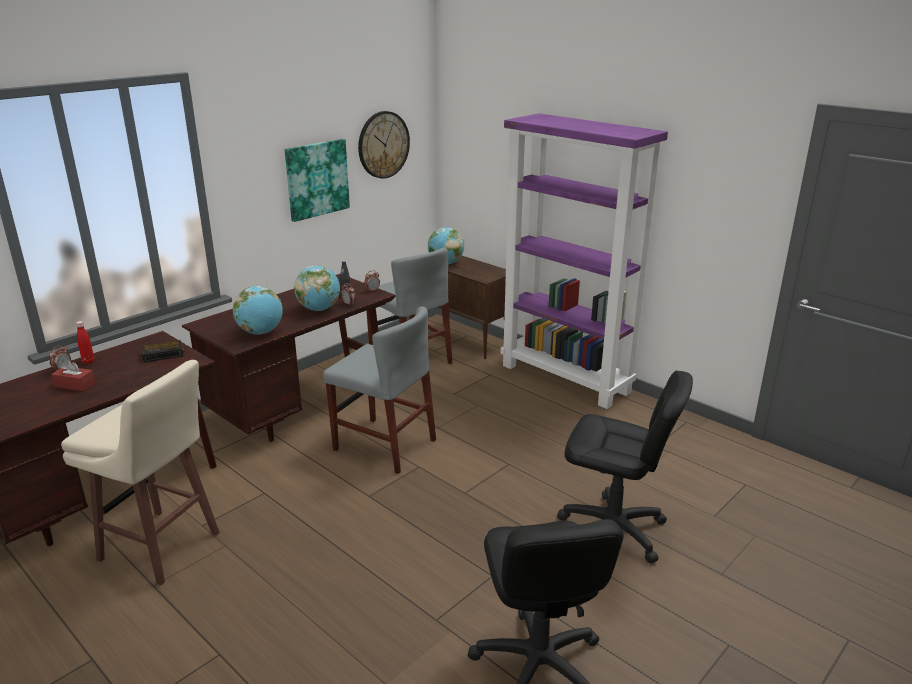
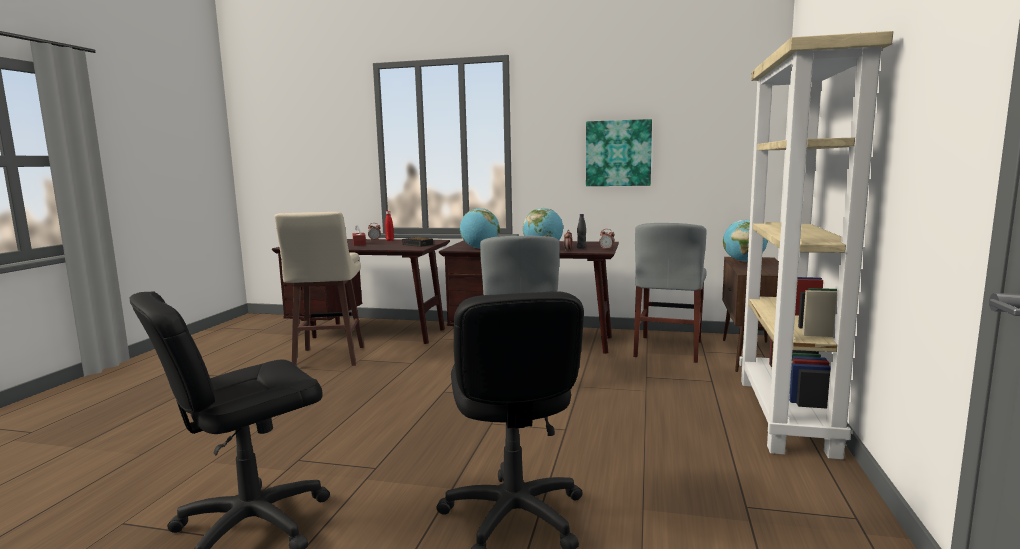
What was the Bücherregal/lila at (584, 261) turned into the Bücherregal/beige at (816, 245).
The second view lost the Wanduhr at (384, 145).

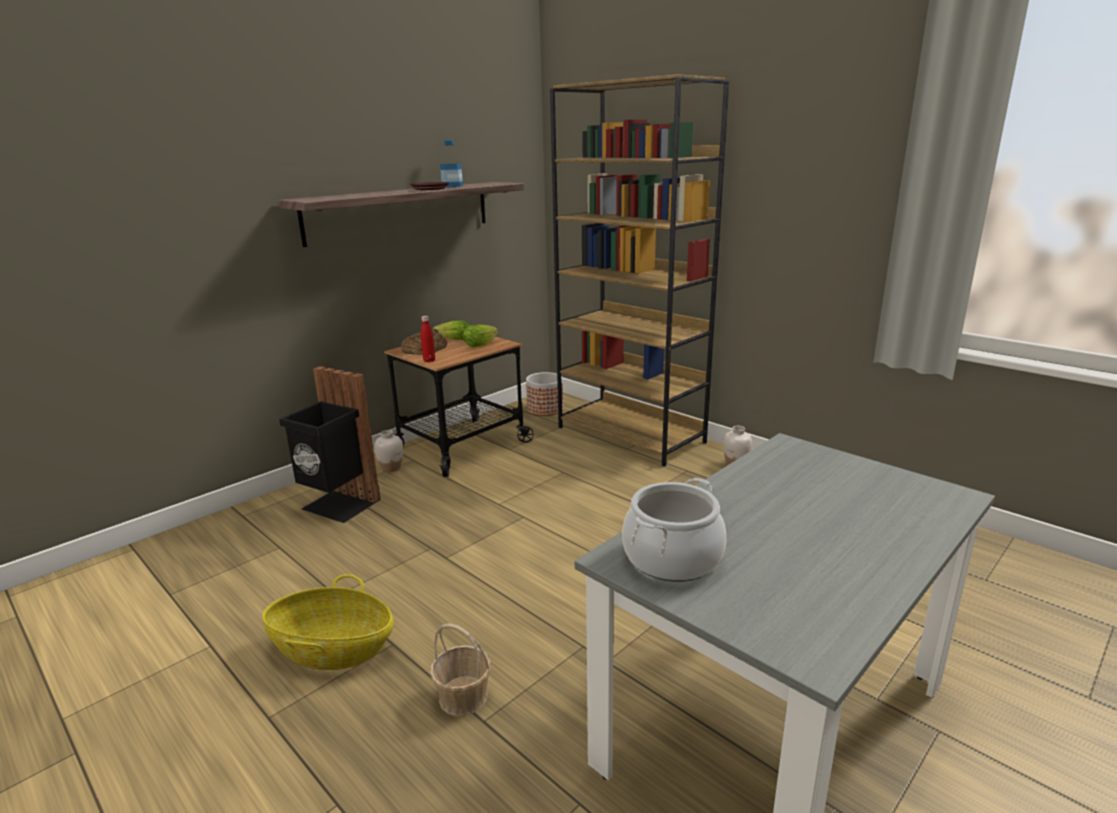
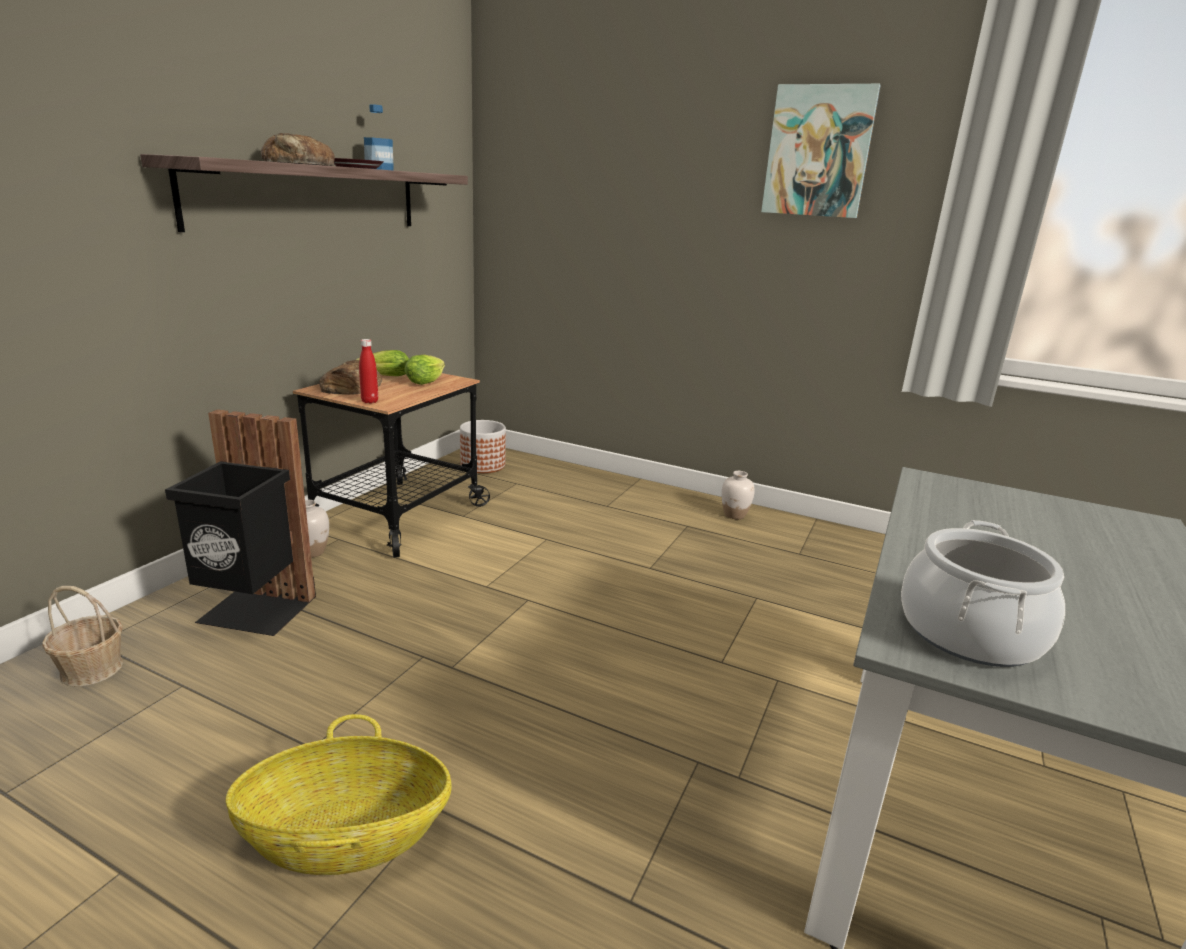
The Korb ended up elsewhere, having gone from (460, 669) to (82, 636).
The second view gained the Brot at (298, 149).
The second view gained the Bild at (821, 151).
The second view lost the Bücherregal/braun at (639, 270).

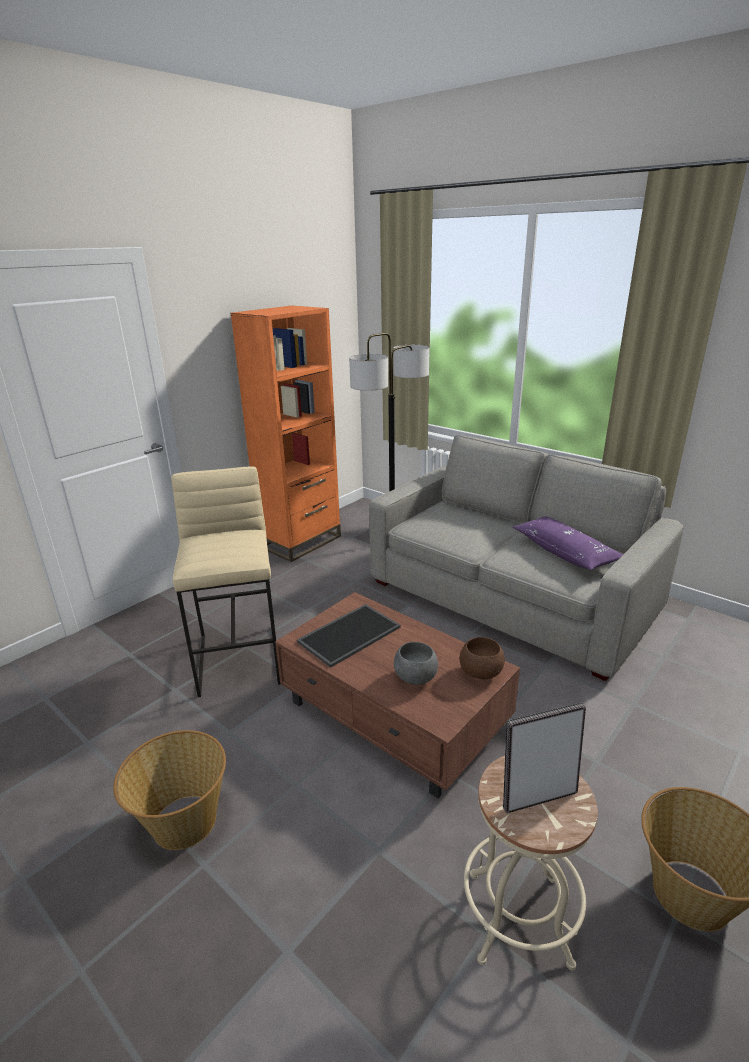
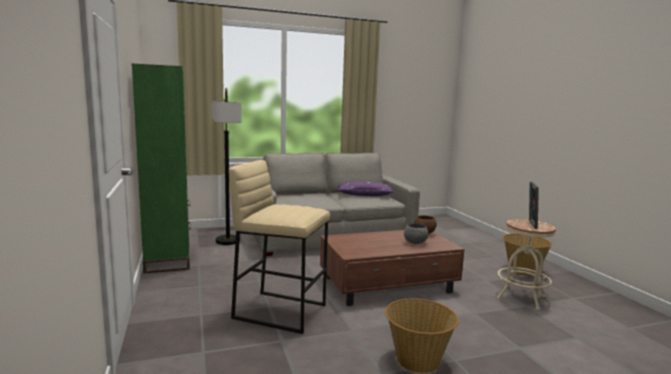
What was the Bücherregal/orange at (286, 434) turned into the Bücherregal/grün at (161, 168).
The second view lost the Tablett at (349, 636).

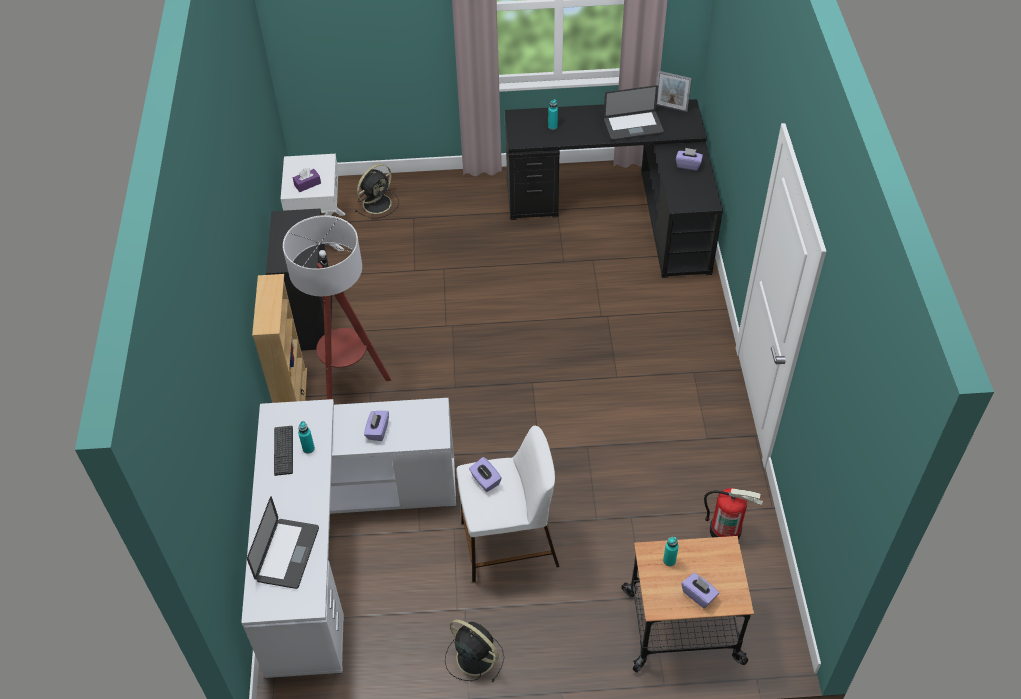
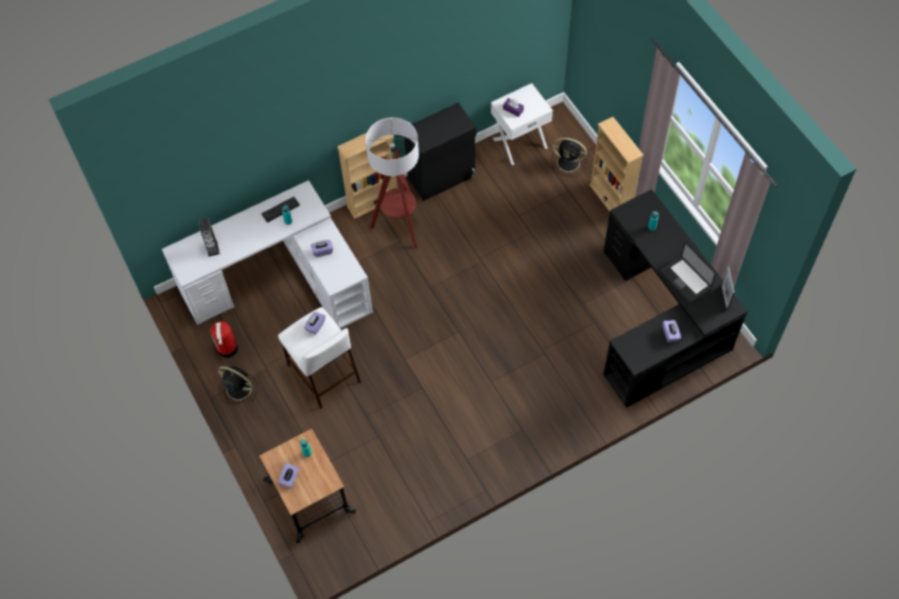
Where the Laptop stood at (283, 542), the Lautsprecher came to stand at (209, 237).
The Feuerlöscher ended up elsewhere, having gone from (733, 513) to (224, 336).
The Ventilator/schwarz at (474, 651) ended up facing another way, 75 degrees counterclockwise from before.
The second view gained the Bücherregal/beige at (617, 164).

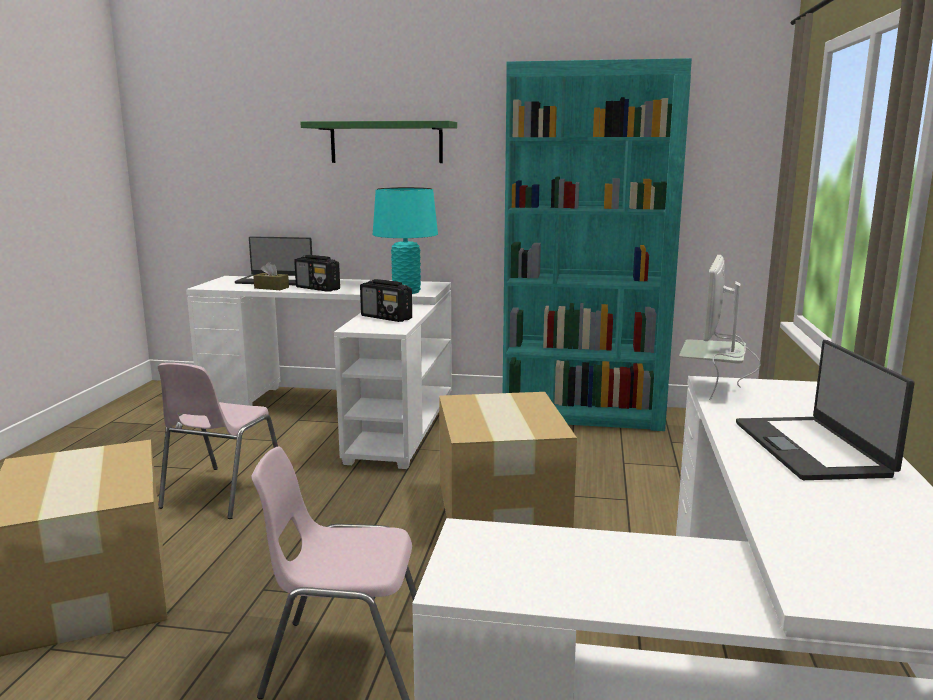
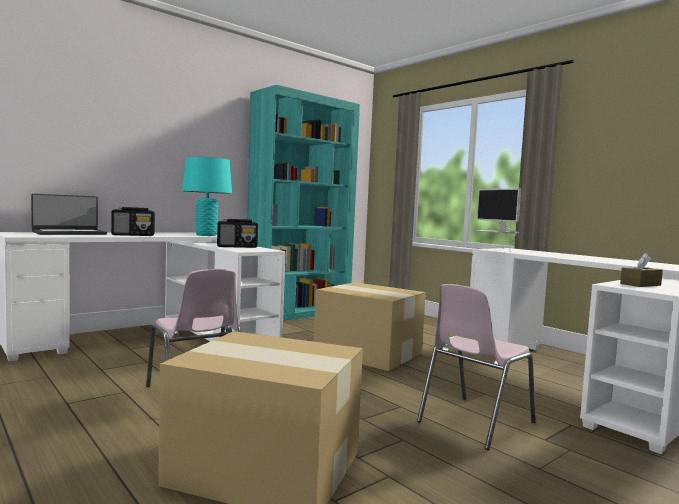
The Taschentuchbox/braun ended up elsewhere, having gone from (271, 276) to (641, 270).
The second view lost the Wandregal/grün at (378, 142).
The second view lost the Laptop at (825, 410).

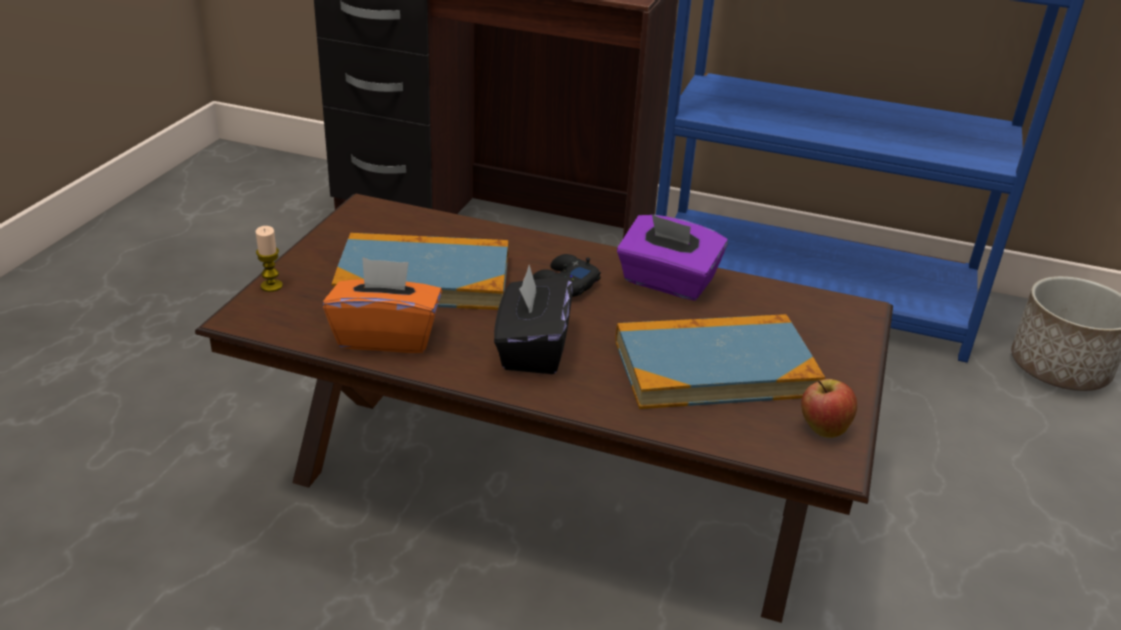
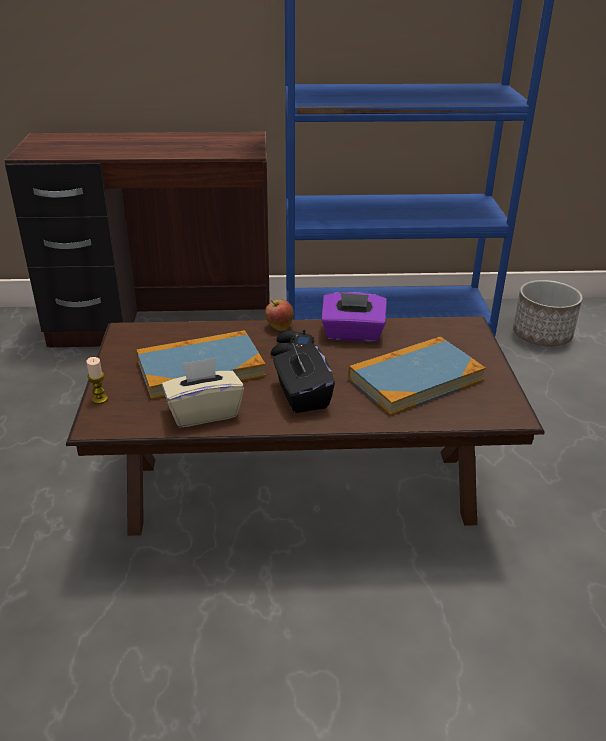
What was the Taschentuchbox/orange at (382, 305) turned into the Taschentuchbox/beige at (203, 392).
The Apfel ended up elsewhere, having gone from (829, 408) to (279, 315).

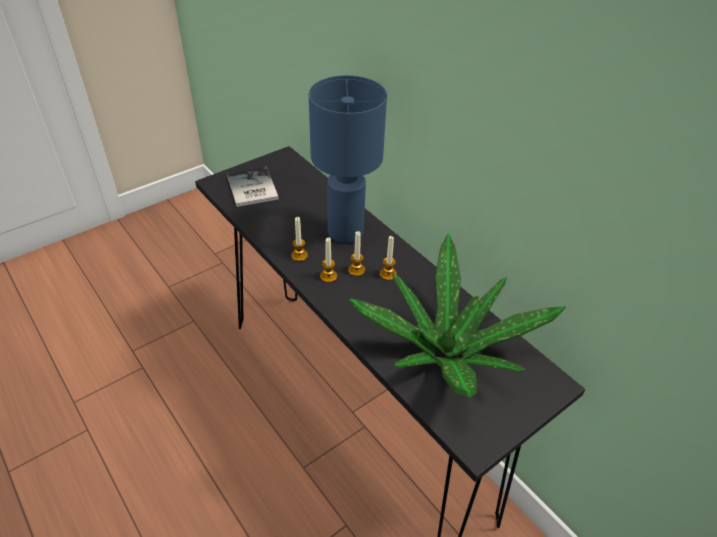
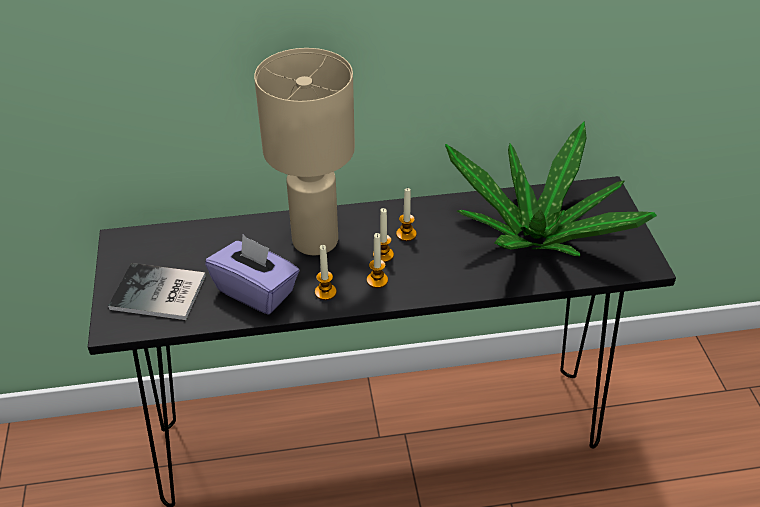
The second view gained the Taschentuchbox/lila at (252, 275).
What was the Tischlampe/blau at (348, 159) turned into the Tischlampe/beige at (304, 151).

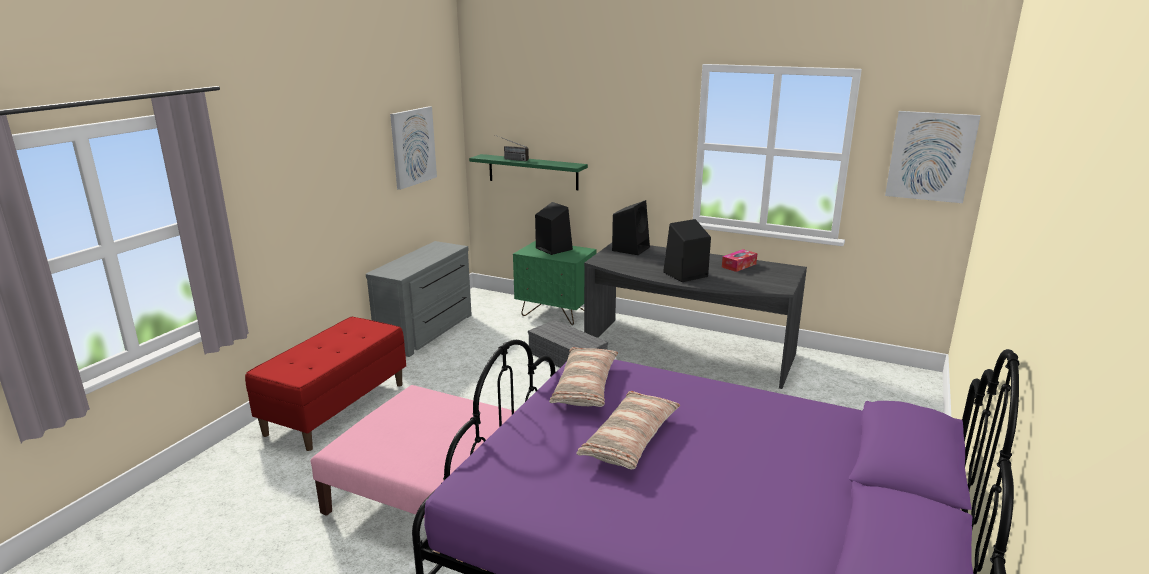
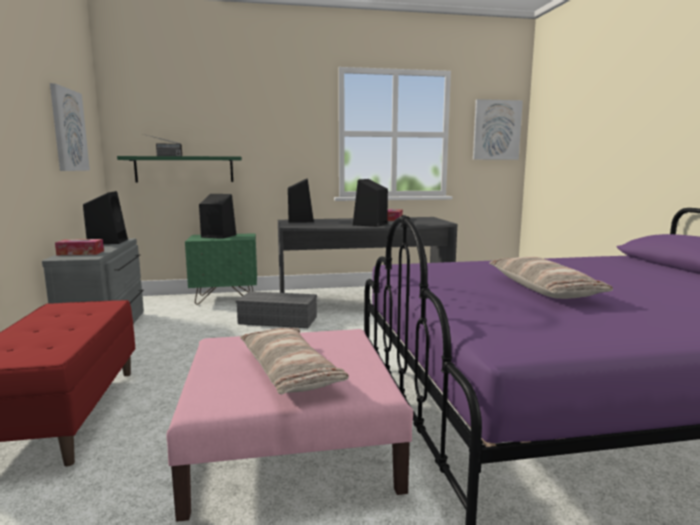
The second view gained the Taschentuchbox at (79, 247).
The second view gained the Lautsprecher/schwarz at (105, 217).
The Kissen ended up elsewhere, having gone from (583, 377) to (294, 361).

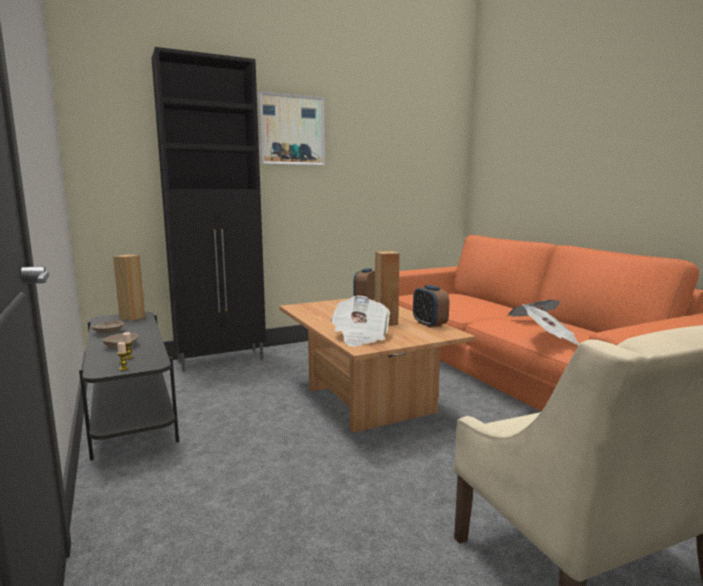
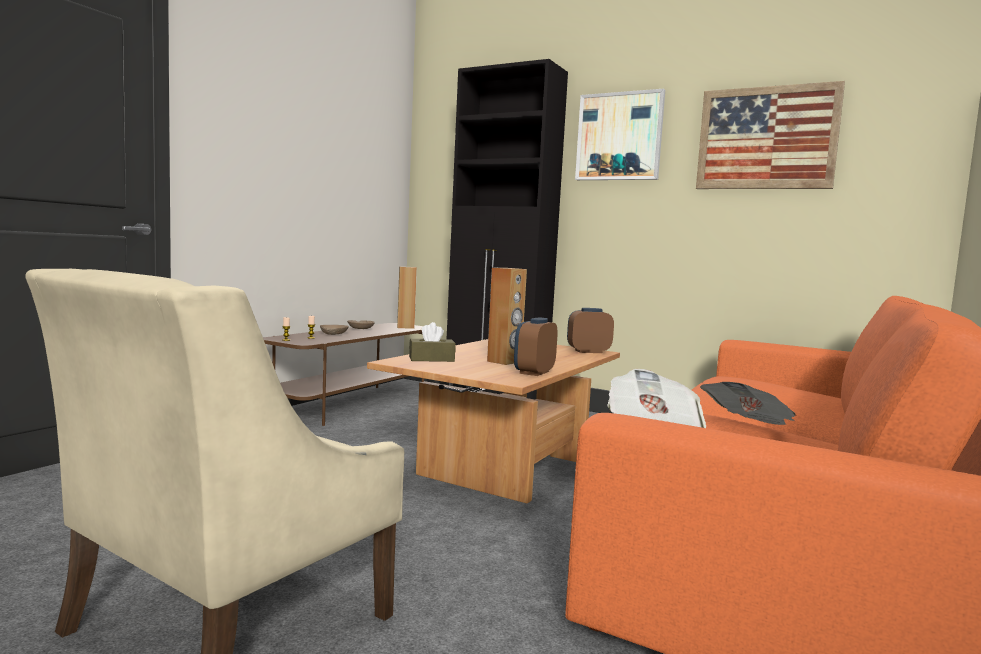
What was the Fernsehschrank/grau at (129, 386) turned into the Fernsehschrank/braun at (343, 374).
Where the Zeitung stood at (360, 321), the Taschentuchbox/braun came to stand at (432, 342).
The second view gained the Bild at (770, 135).

